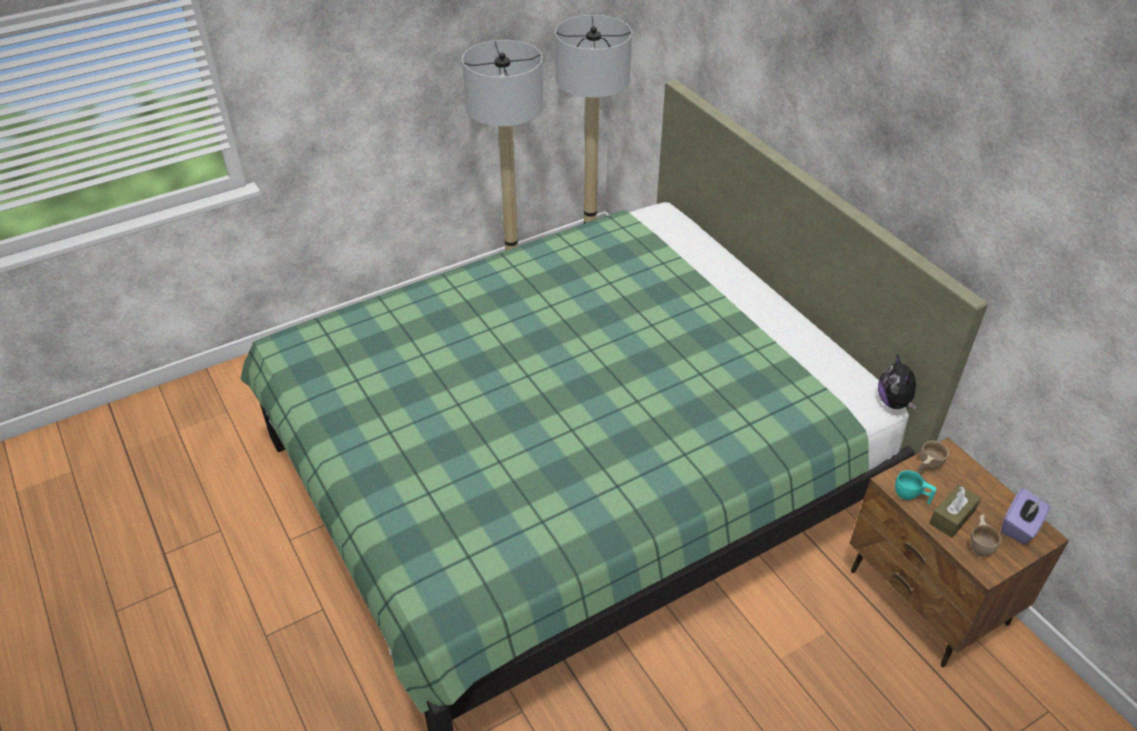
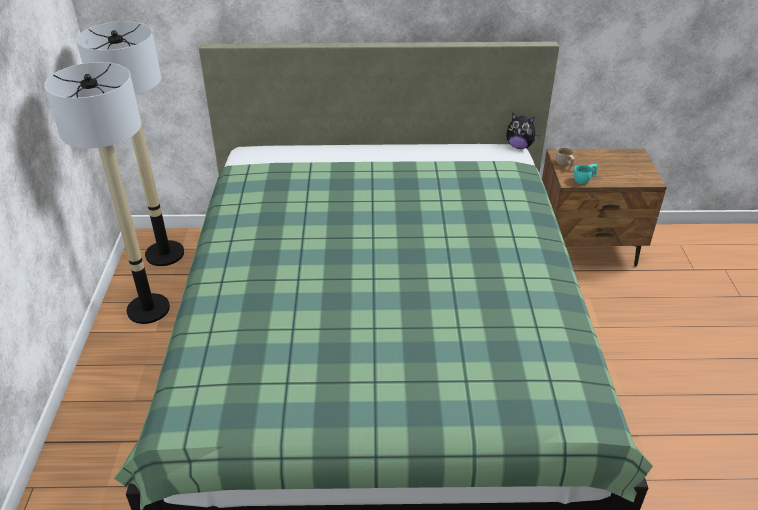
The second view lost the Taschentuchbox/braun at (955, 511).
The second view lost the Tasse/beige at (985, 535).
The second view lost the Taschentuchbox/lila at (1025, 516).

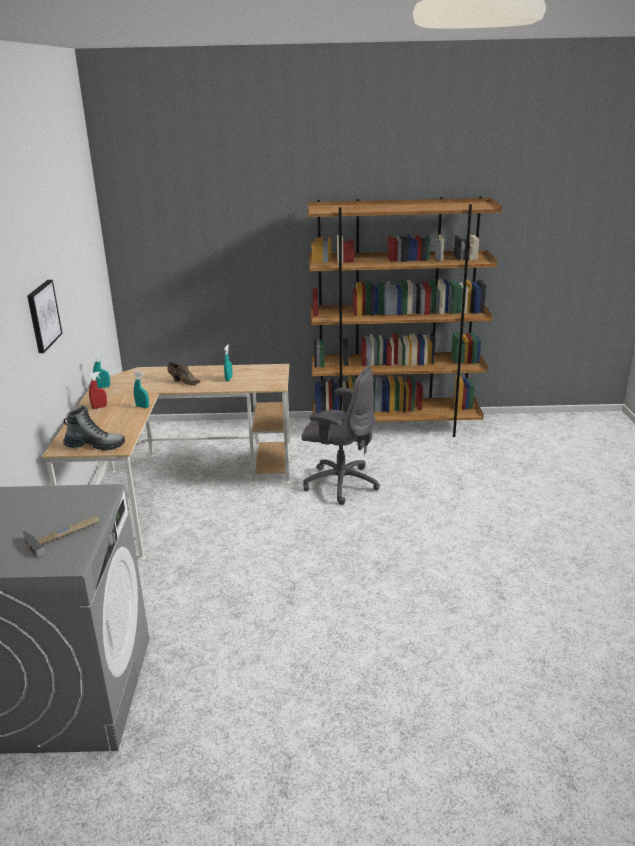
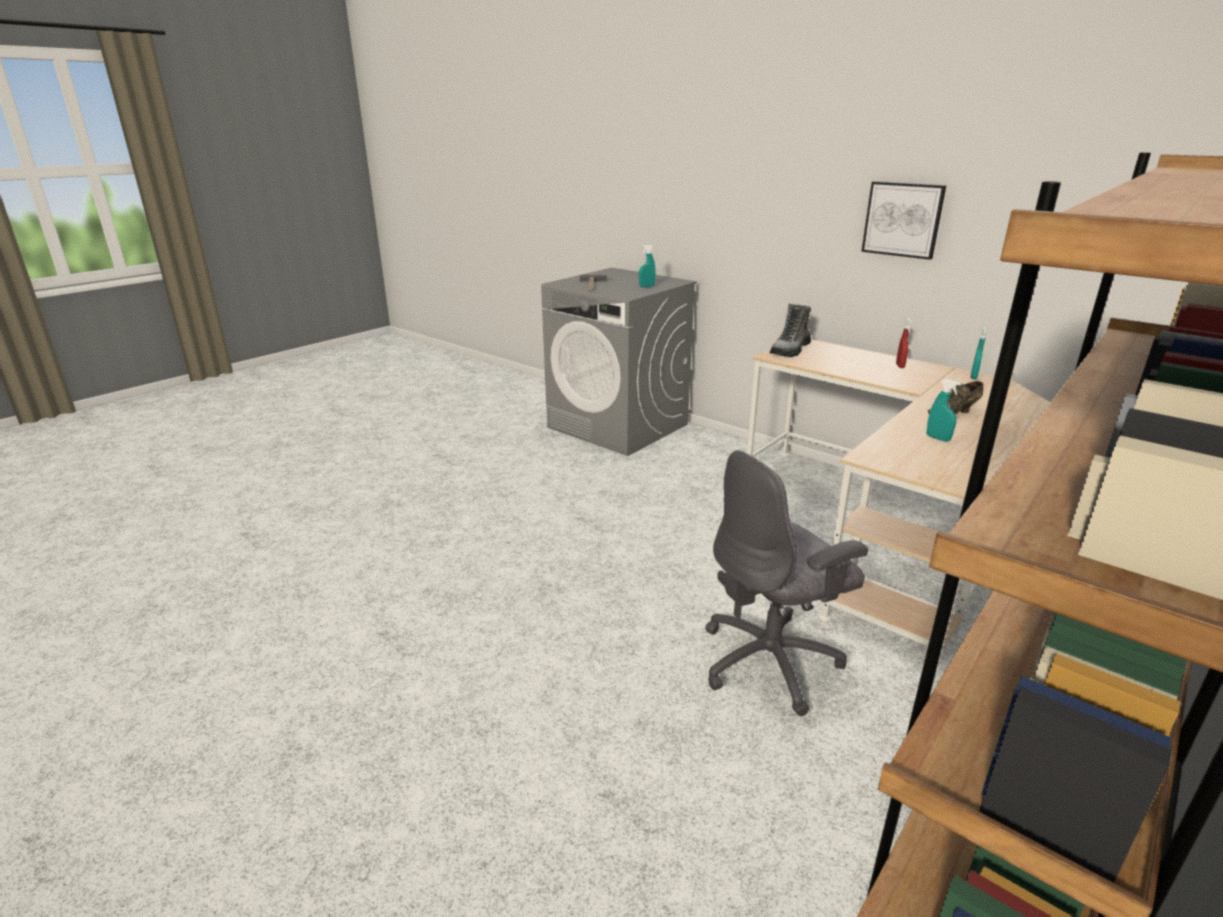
The Sprühflasche/türkis ended up elsewhere, having gone from (141, 390) to (647, 266).

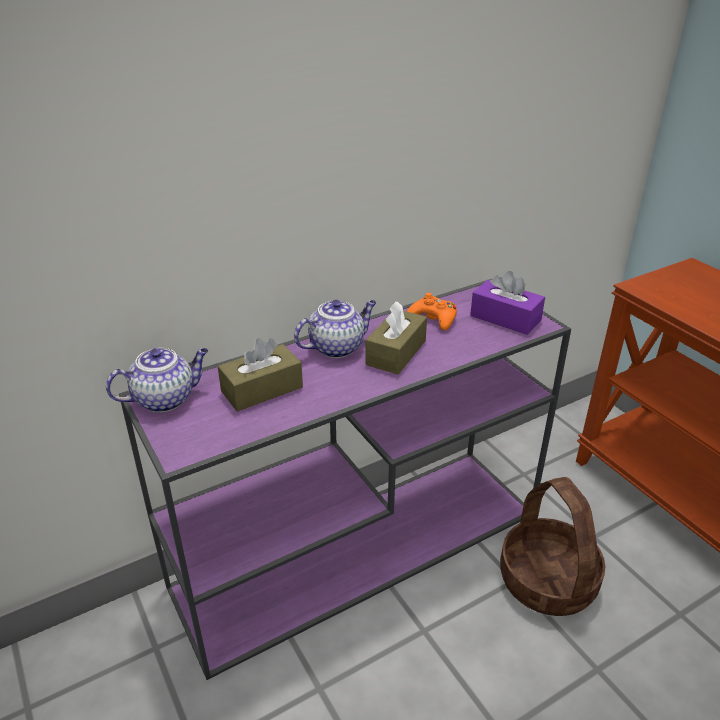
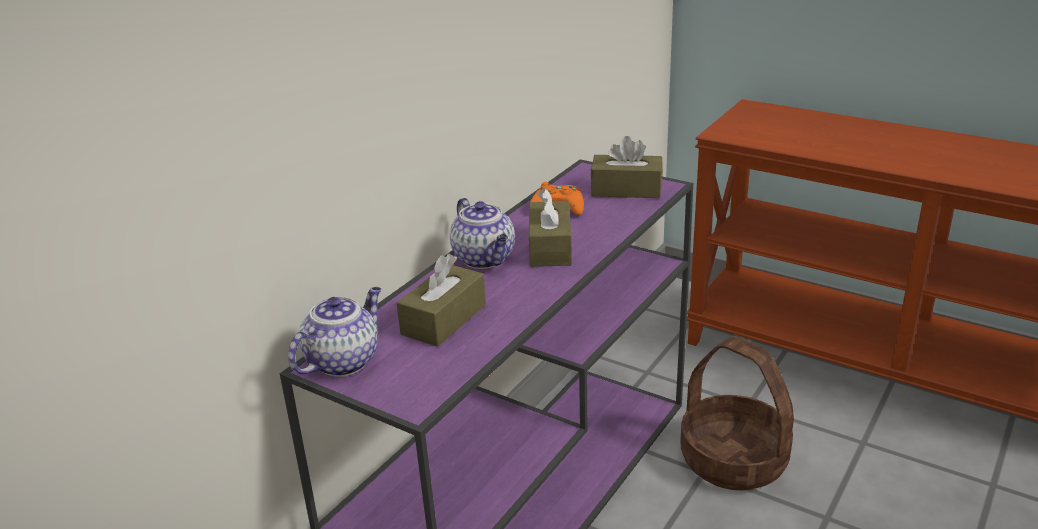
The Teekanne at (335, 329) ended up facing another way, 120 degrees clockwise from before.
What was the Taschentuchbox/lila at (507, 303) turned into the Taschentuchbox/braun at (626, 167).

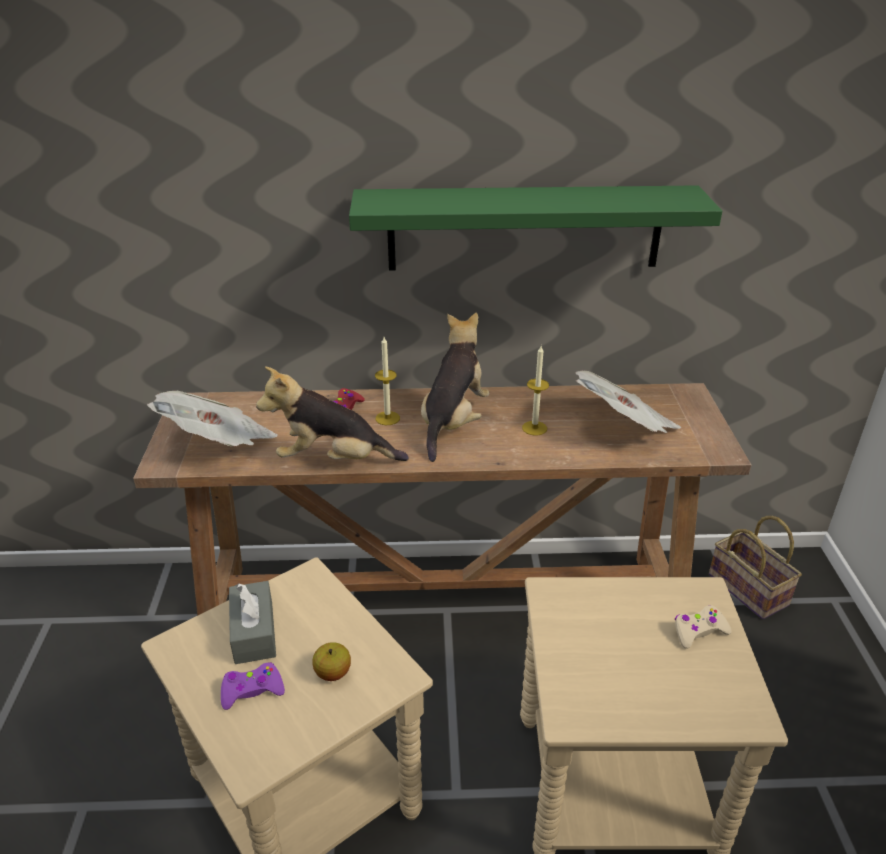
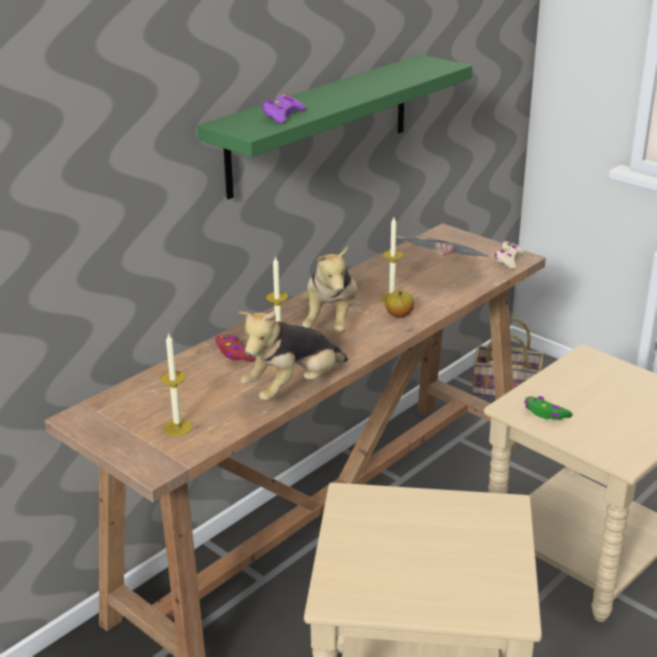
Where the Zeitung stood at (212, 419), the Kerze came to stand at (176, 384).
The Gamepad/lila ended up elsewhere, having gone from (253, 686) to (284, 109).
The Plüschtier at (455, 387) ended up facing another way, 150 degrees counterclockwise from before.
The Apfel ended up elsewhere, having gone from (331, 661) to (399, 304).
The Gamepad/beige ended up elsewhere, having gone from (703, 627) to (510, 255).
The second view gained the Gamepad/grün at (548, 408).
The second view lost the Taschentuchbox/grau at (252, 622).

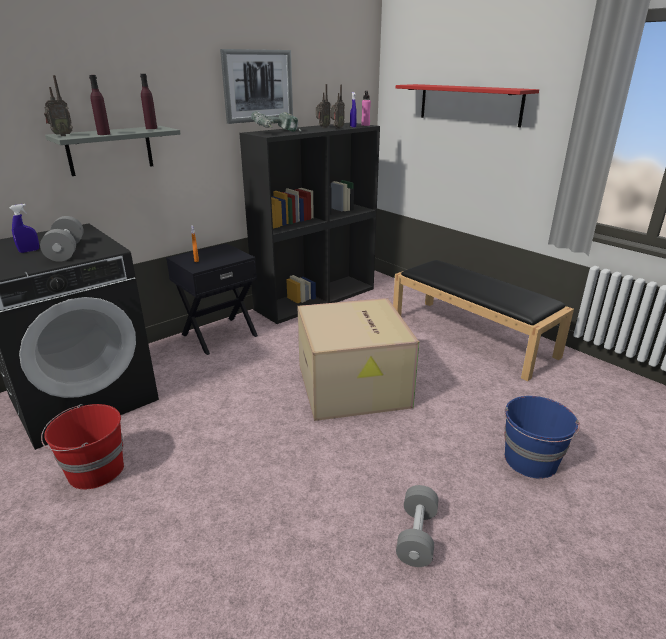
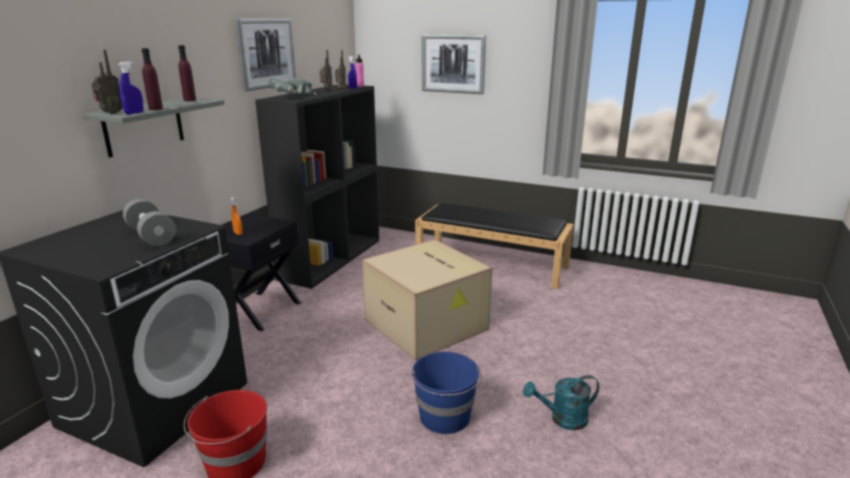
The Sprühflasche/blau ended up elsewhere, having gone from (24, 228) to (130, 88).
The Eimer/blau ended up elsewhere, having gone from (542, 437) to (446, 392).
Where the Wandregal/rot hung at (467, 105), the Bild came to hang at (454, 64).
Where the Hantel/grau stood at (417, 526), the Gießkanne/türkis came to stand at (561, 402).

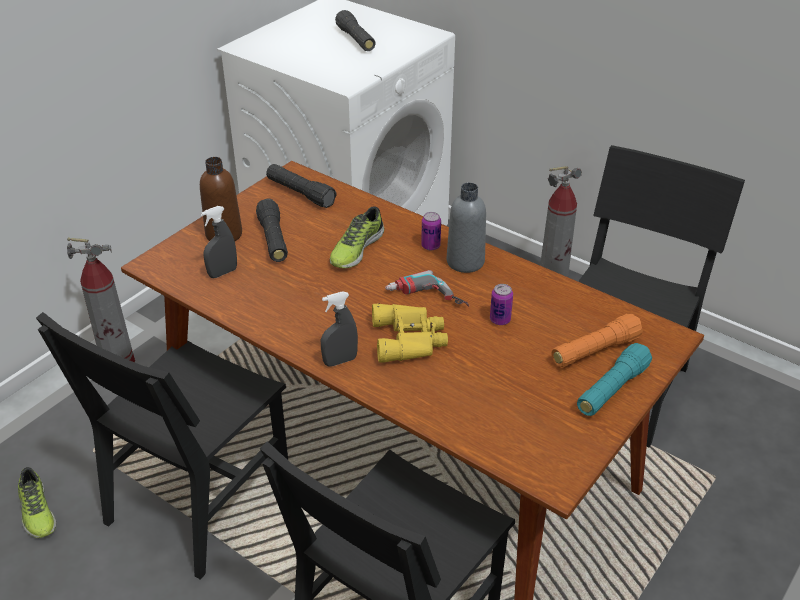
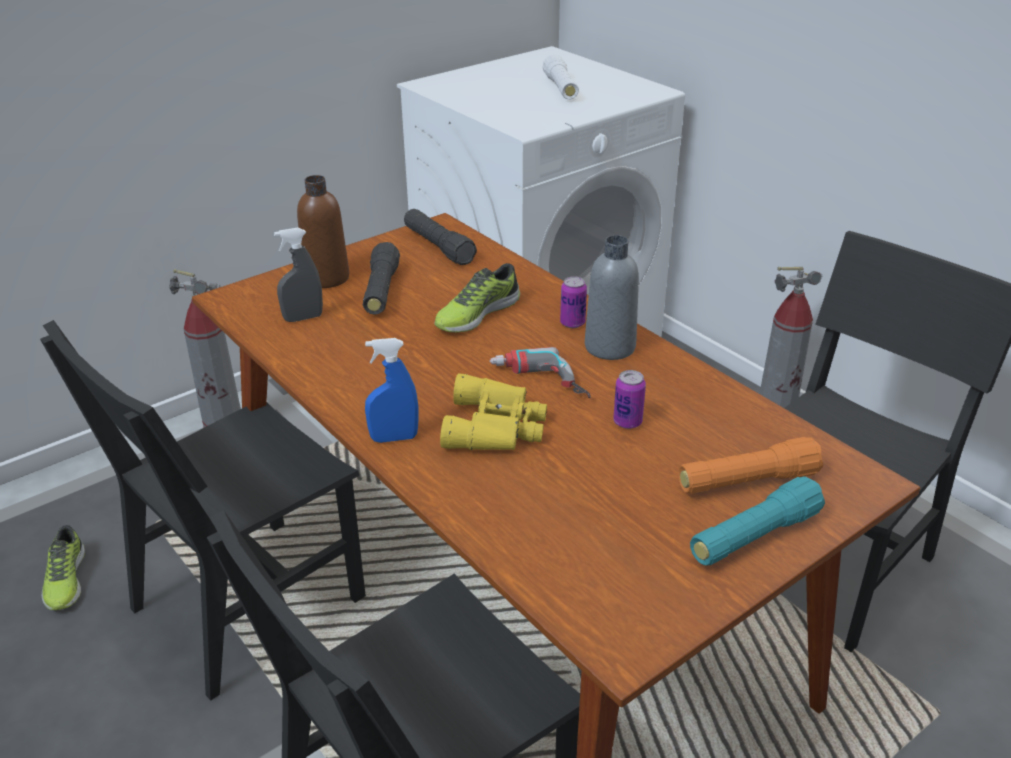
What was the Sprühflasche/grau at (339, 329) turned into the Sprühflasche/blau at (392, 390).
What was the Taschenlampe/schwarz at (355, 30) turned into the Taschenlampe/weiß at (561, 77).

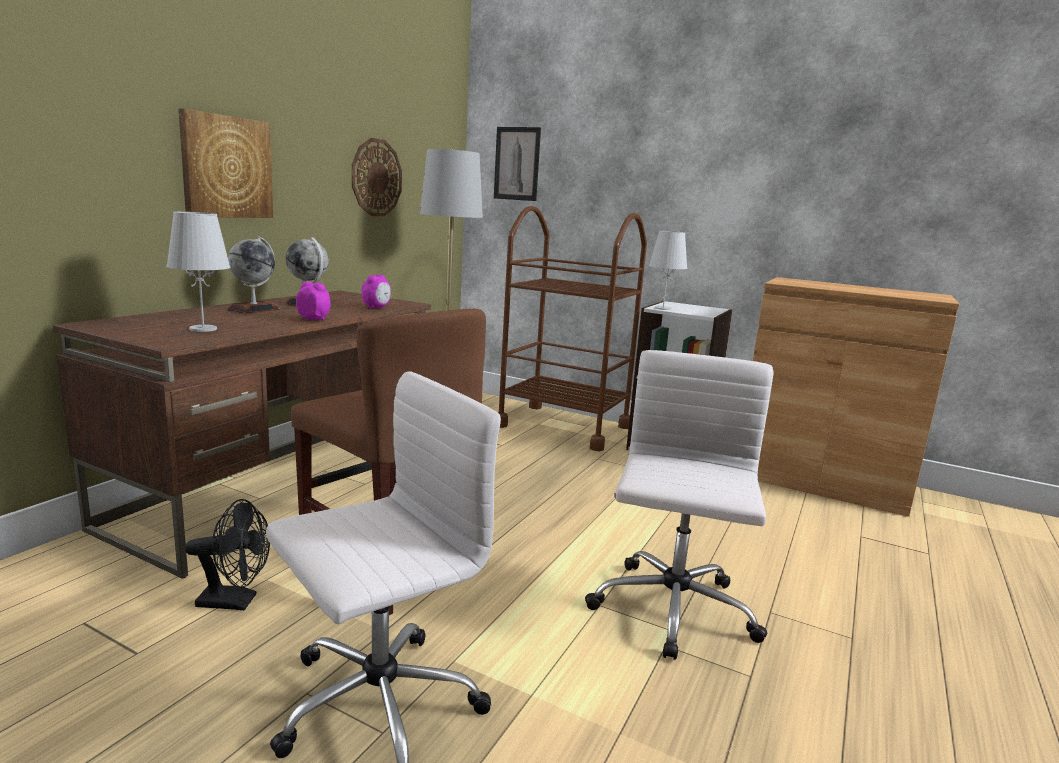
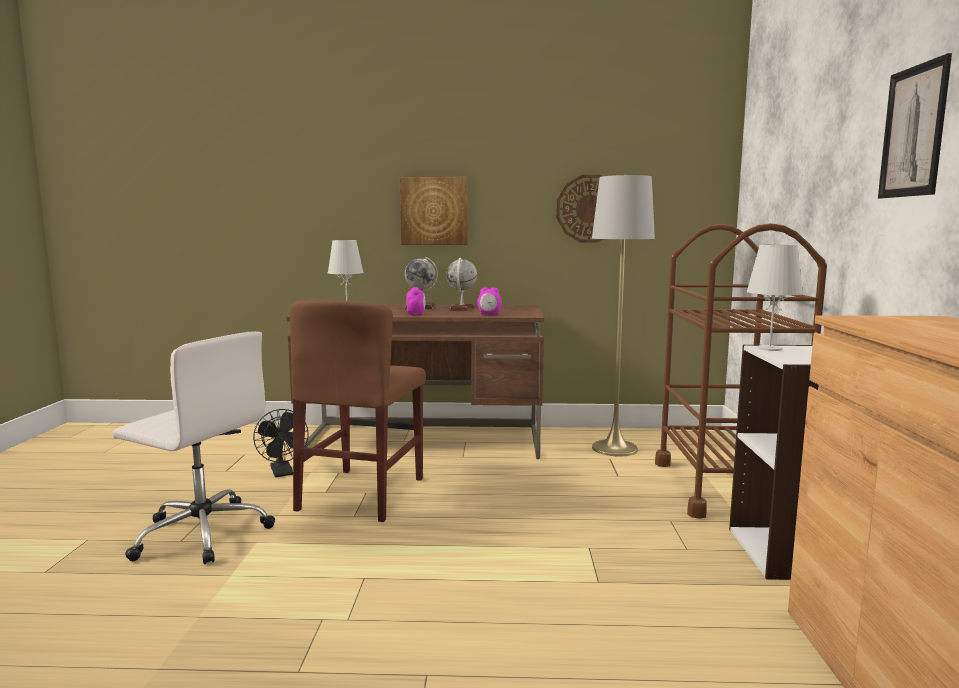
The Bild ended up elsewhere, having gone from (517, 164) to (915, 125).
The second view lost the Bürostuhl/weiß at (679, 505).

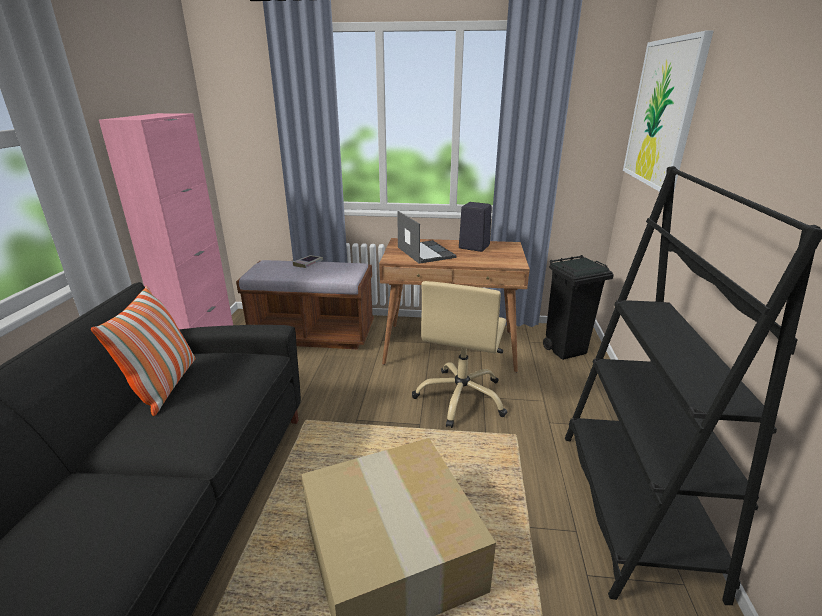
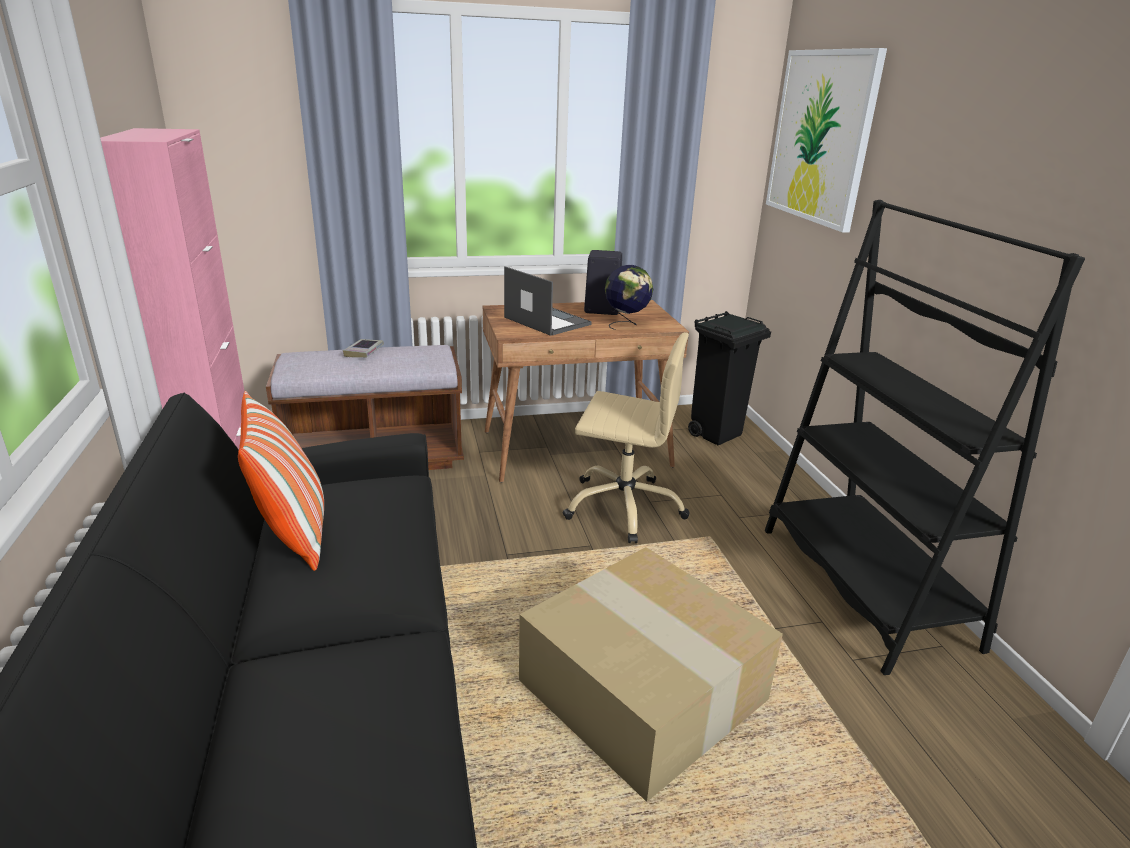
The Bürostuhl/beige at (460, 354) ended up facing another way, 75 degrees counterclockwise from before.
The second view gained the Globus at (629, 297).

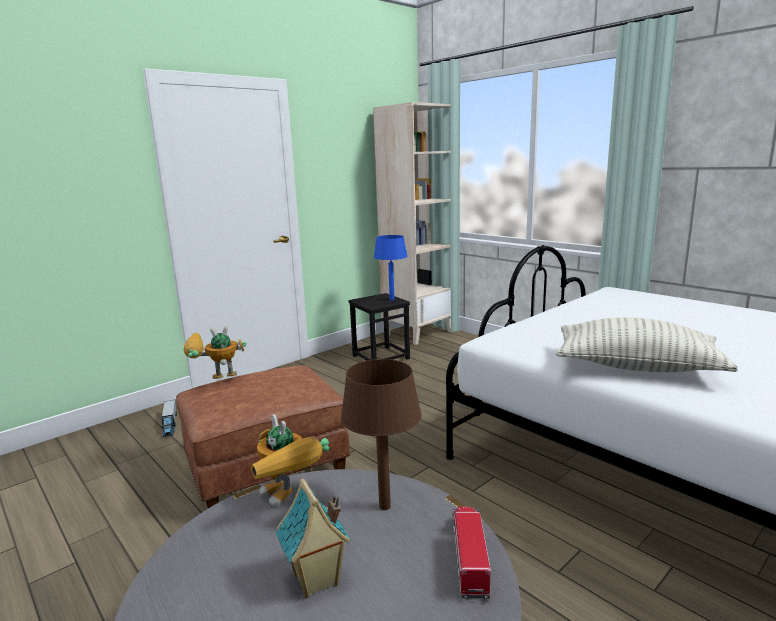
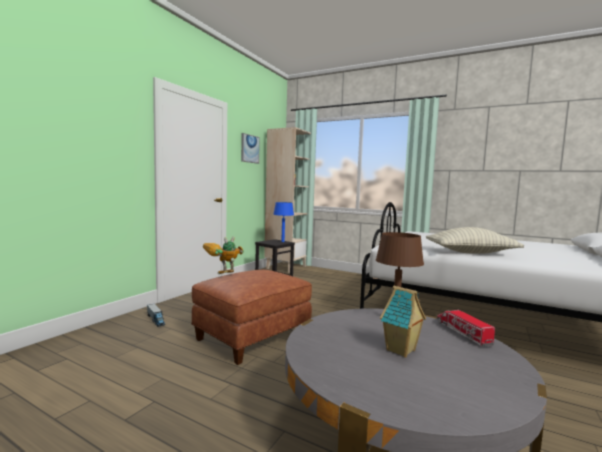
The second view gained the Bild at (250, 148).
The second view lost the Spielzeugroboter at (290, 461).

